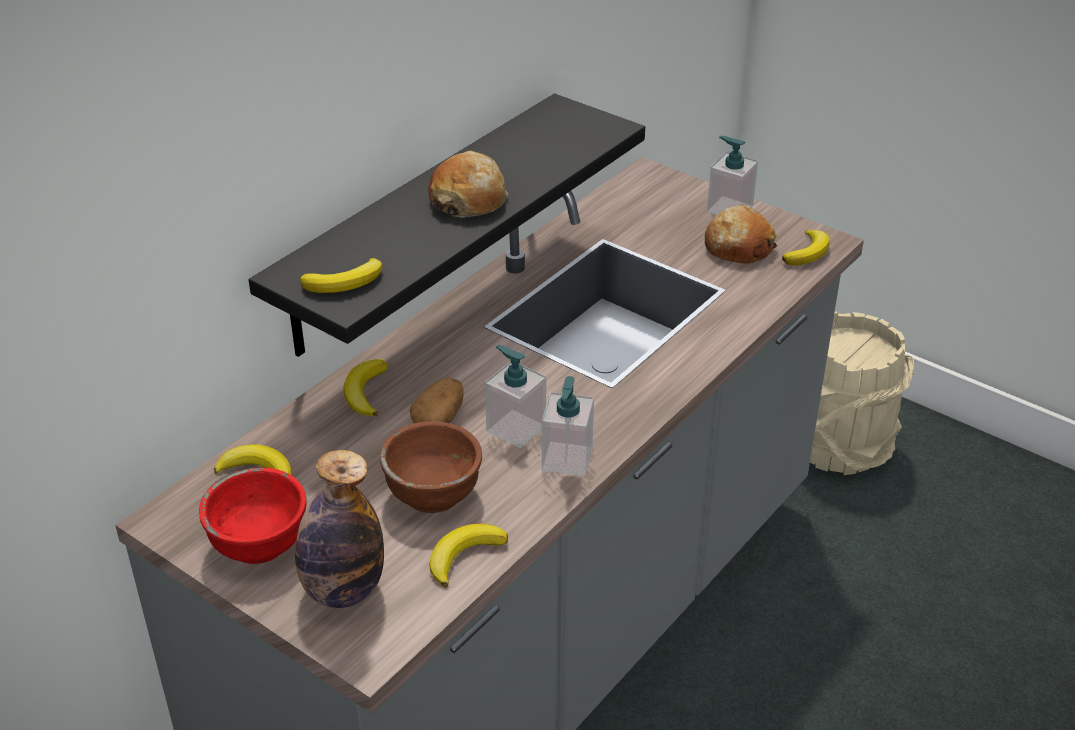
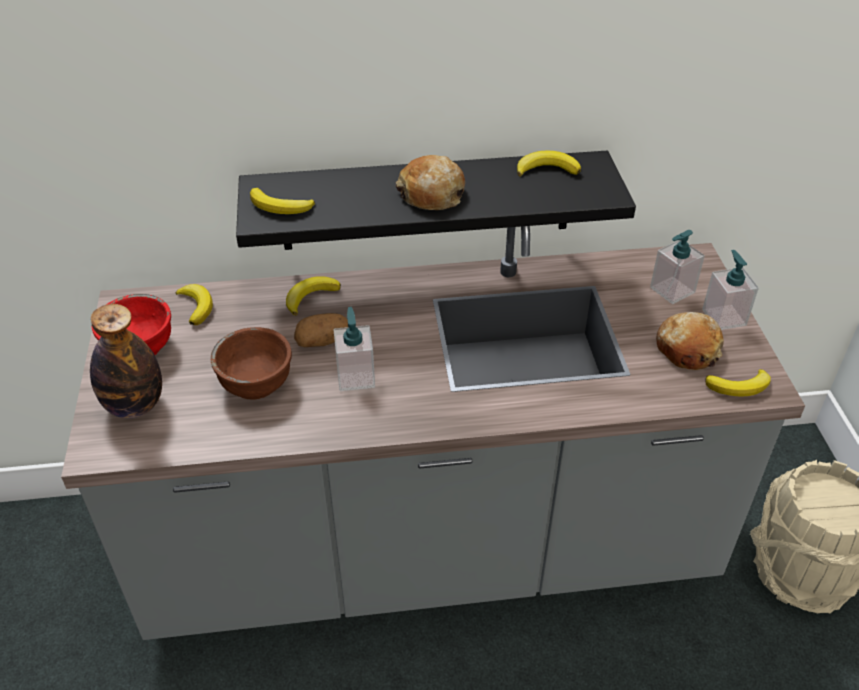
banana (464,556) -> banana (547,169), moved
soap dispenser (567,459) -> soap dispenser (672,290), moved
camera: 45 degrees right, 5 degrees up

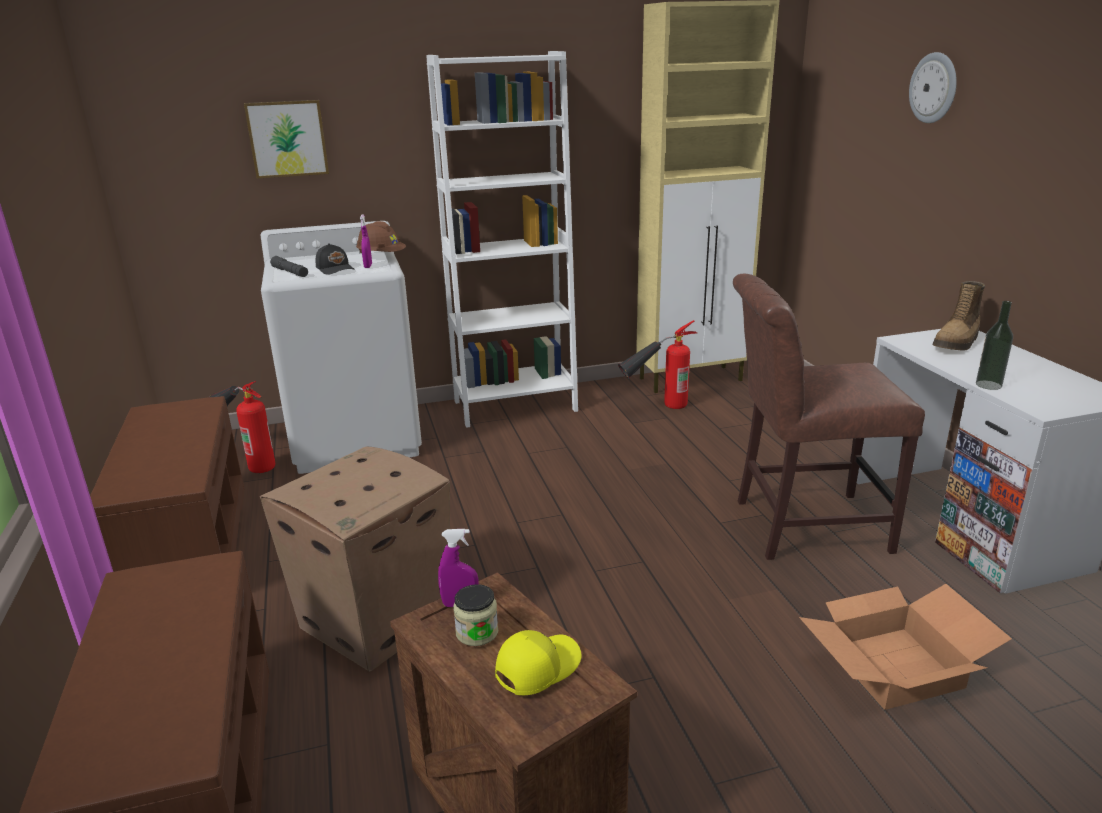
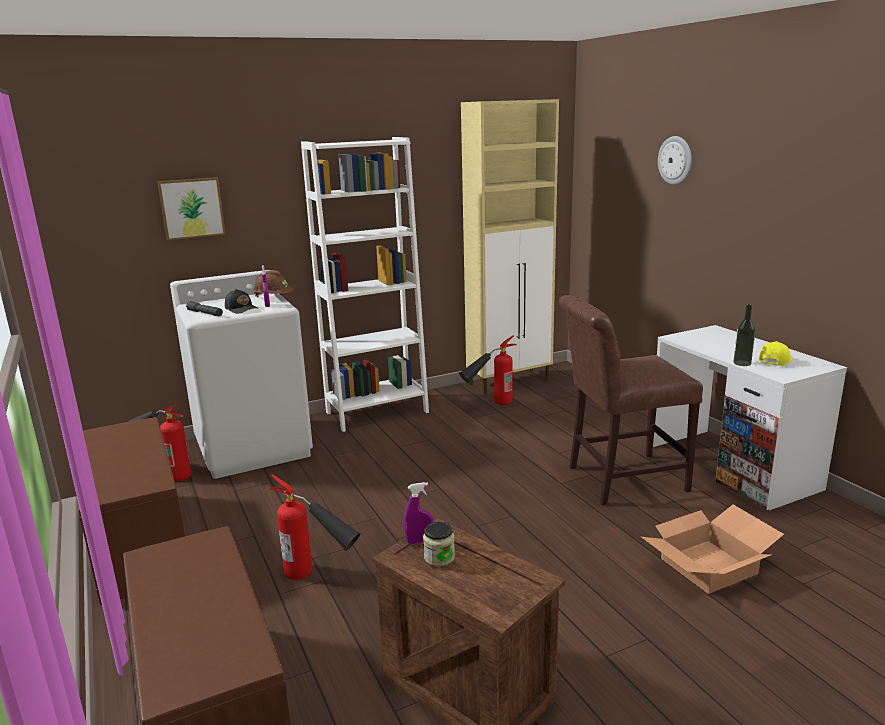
boot (956,343) -> none
cap/yellow (536,667) -> cap/yellow (774,360), moved
cardboard box (377,620) -> fire extinguisher (319,579)
camera: 10 degrees left, 5 degrees down

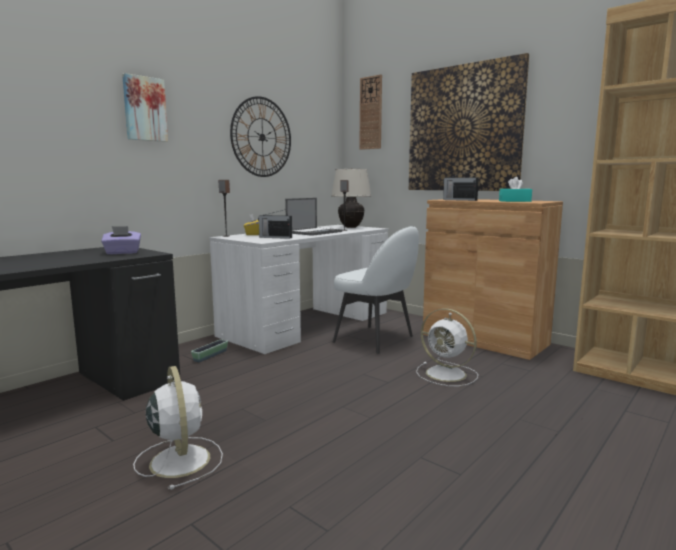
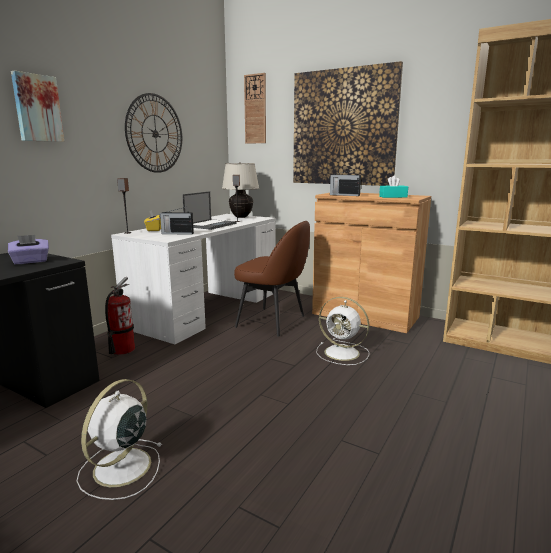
planter (210,356) -> fire extinguisher (122,350)
chair/white (375,339) -> chair/brown (272,322)
fan/white (179,459) -> fan/white (120,469), 120 degrees counterclockwise
camera: 10 degrees left, 5 degrees up

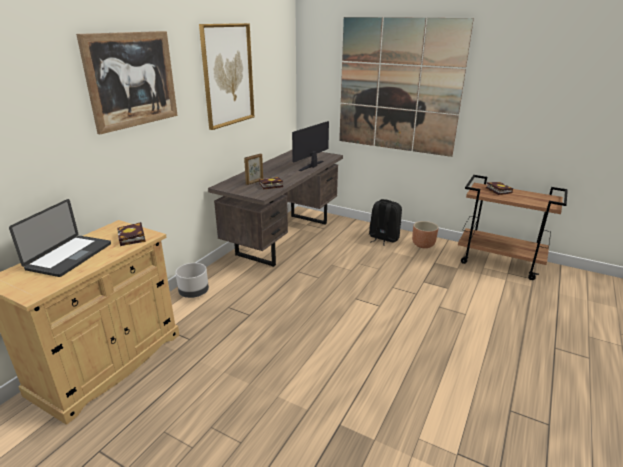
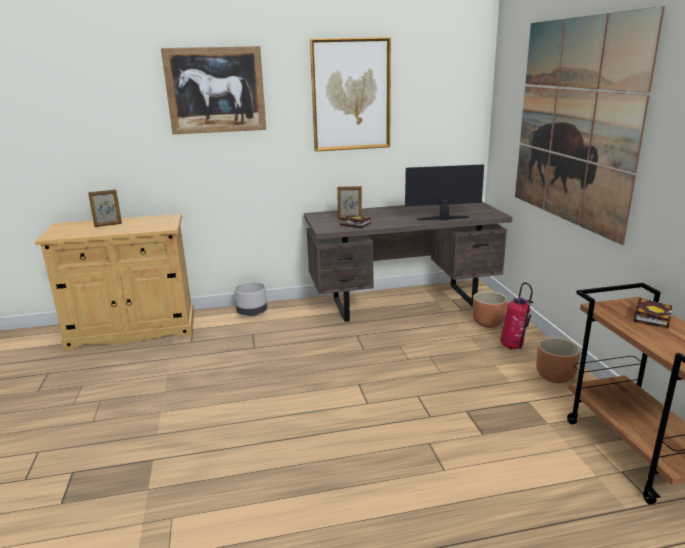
book (132,238) -> none
none -> planter/brown (487,323)
laptop (70,256) -> picture frame (108,225)
backpack/black (383,238) -> fire extinguisher (513,347)
camera: 50 degrees right, 5 degrees down

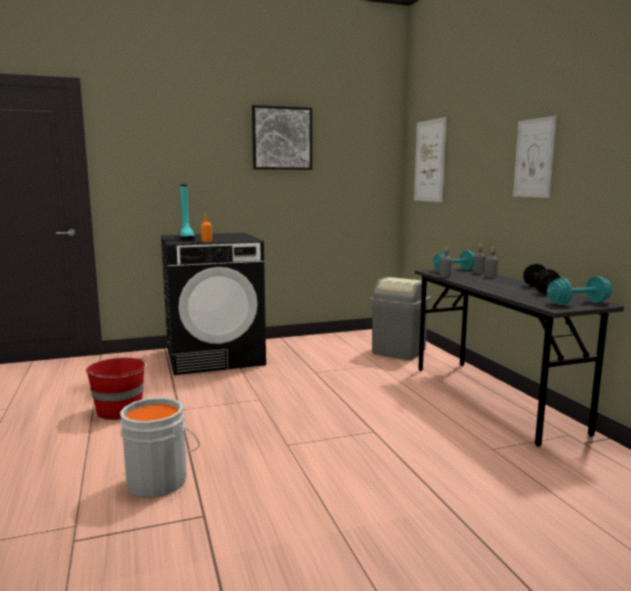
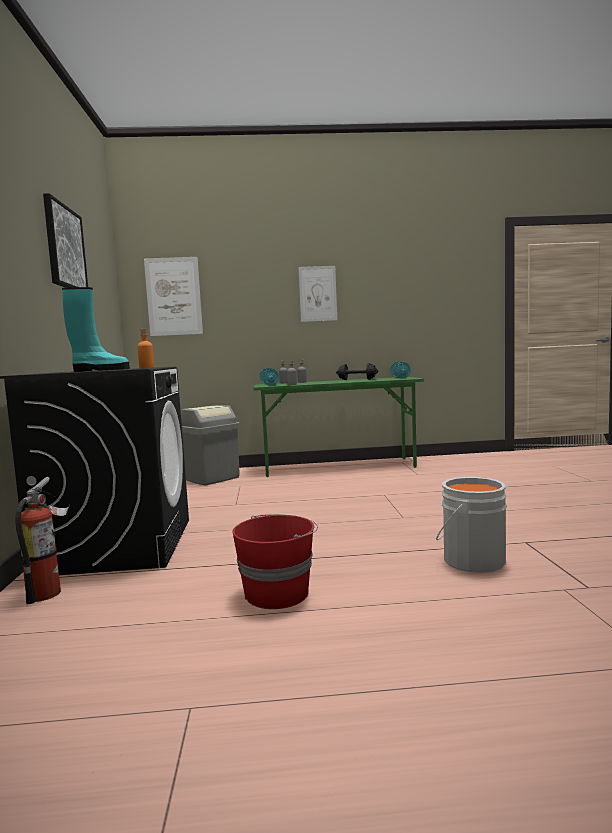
none -> fire extinguisher (49,592)
desk/grey (494,398) -> desk/green (339,467)
camera: 75 degrees left, 5 degrees down

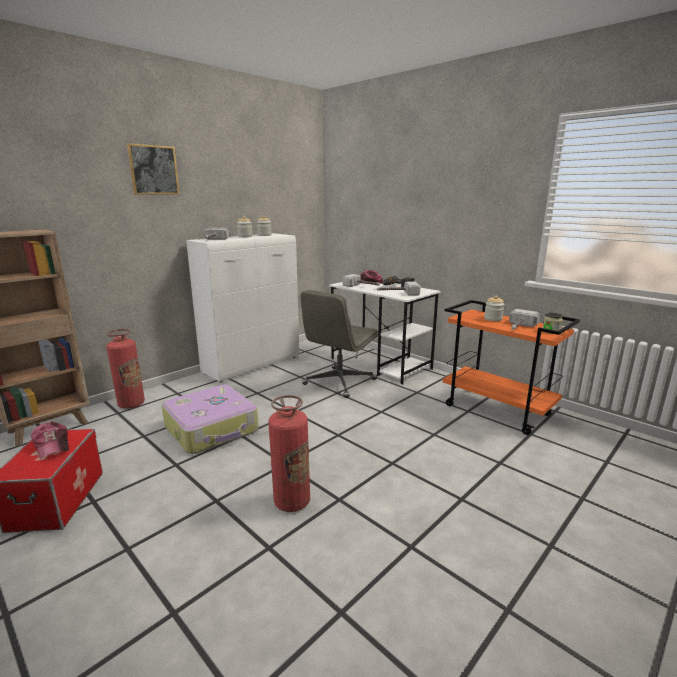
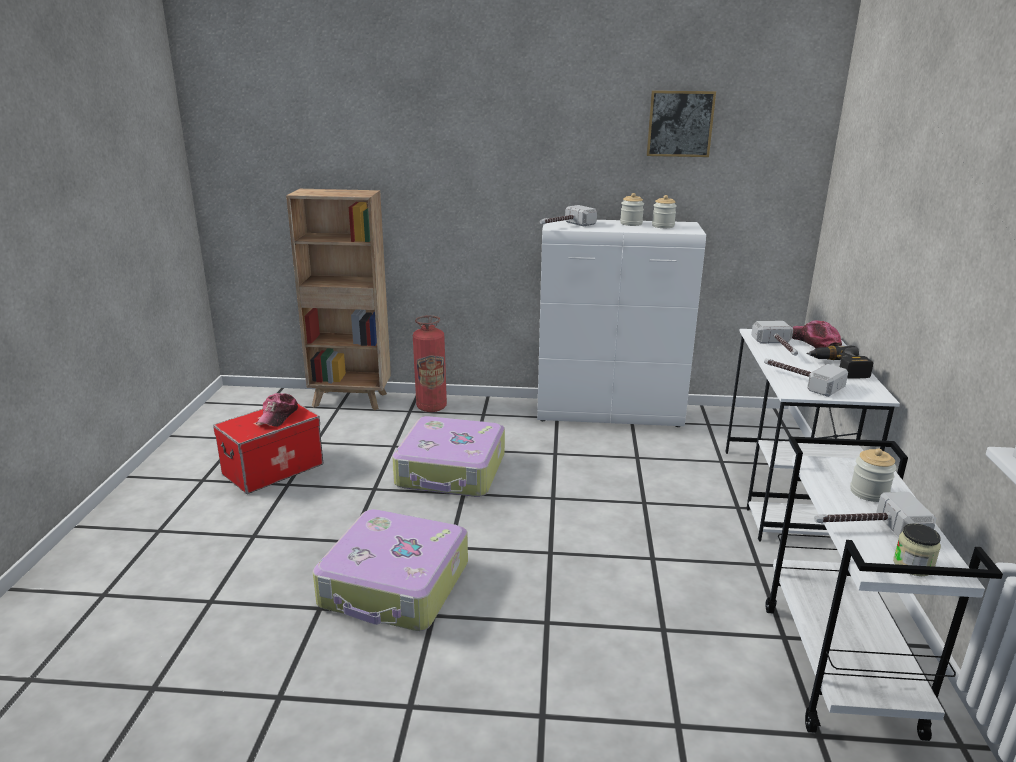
office chair/grey (339,382) -> none
picture (153,170) -> picture (680,123), moved
fire extinguisher (292,502) -> suitcase (395,586)
cart/orange (498,410) -> cart/white (840,669)
camera: 50 degrees right, 5 degrees up

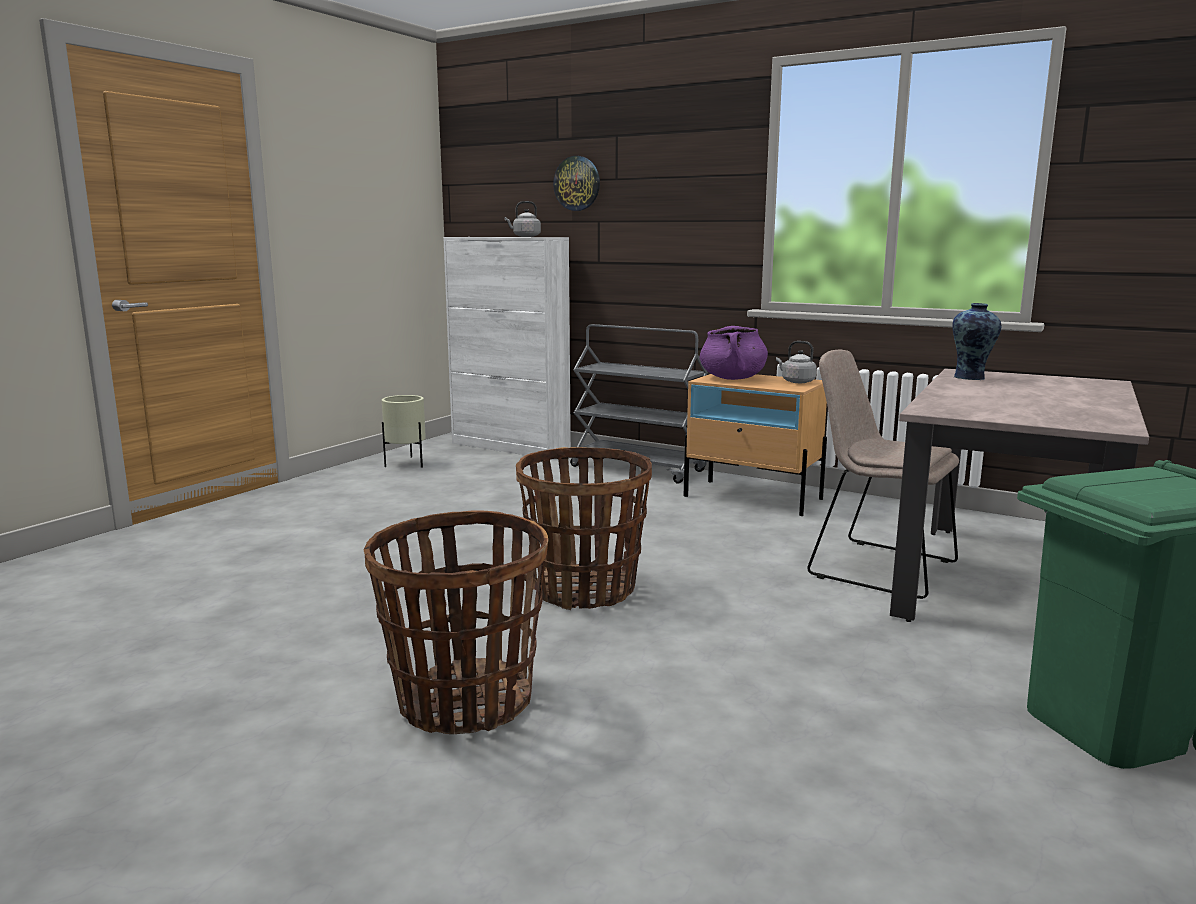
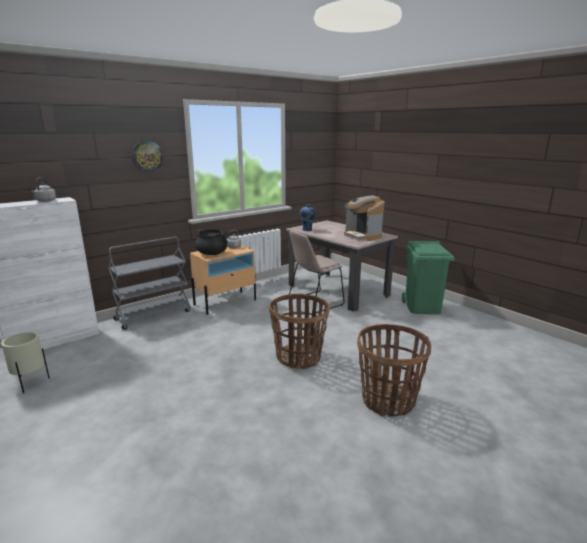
none -> coffee machine (362,236)
wall clock (577,183) -> wall clock (147,156), moved
cooking pot/purple (732,378) -> cooking pot/black (212,254)
camera: 70 degrees left, 5 degrees up

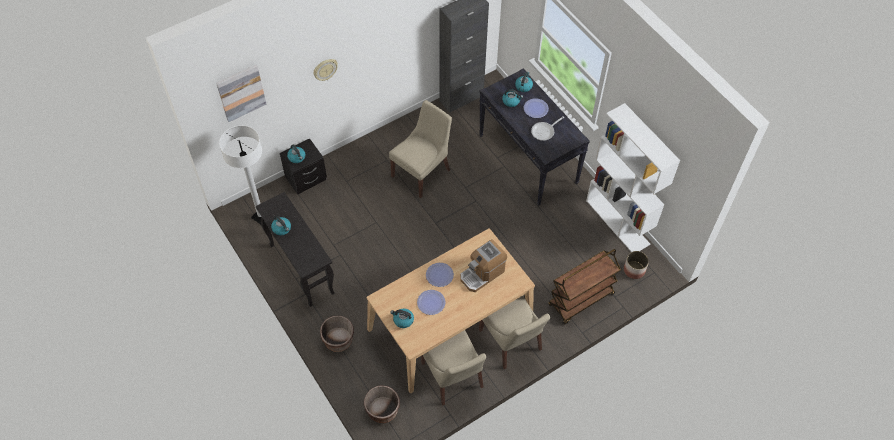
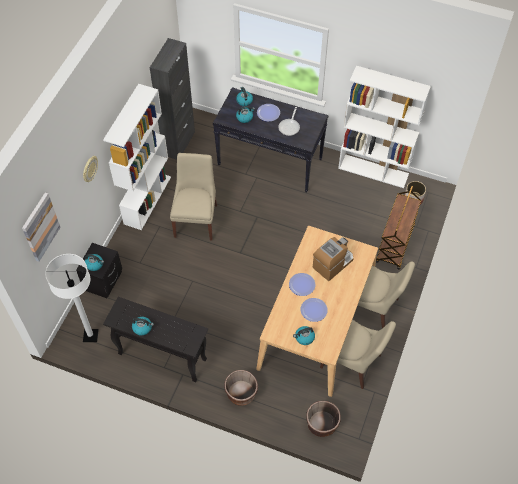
none -> bookcase/white (147,199)
coffee machine (482,274) -> coffee machine (333,263), 150 degrees counterclockwise
camera: 35 degrees left, 0 degrees up

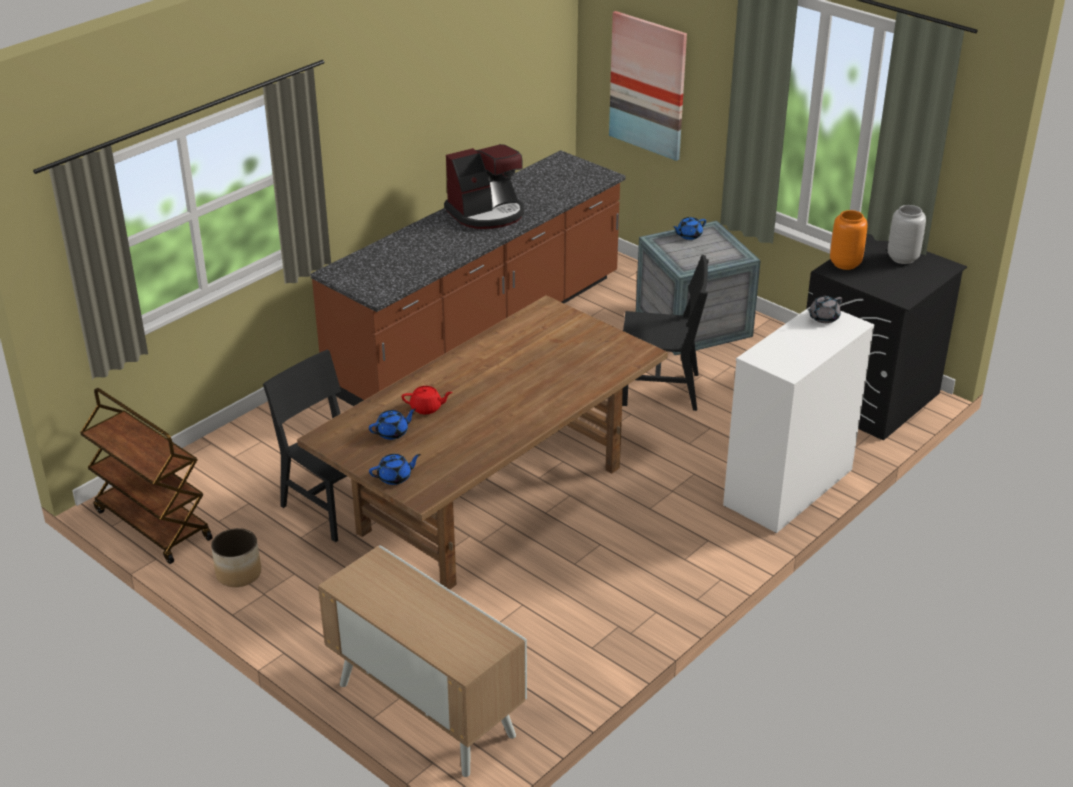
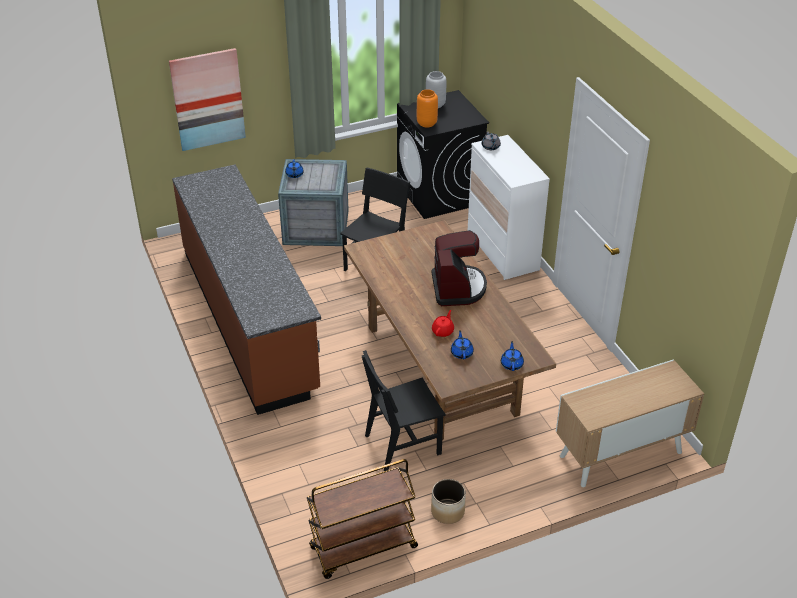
coffee machine (487,213) -> coffee machine (458,288), moved
camera: 65 degrees left, 5 degrees up

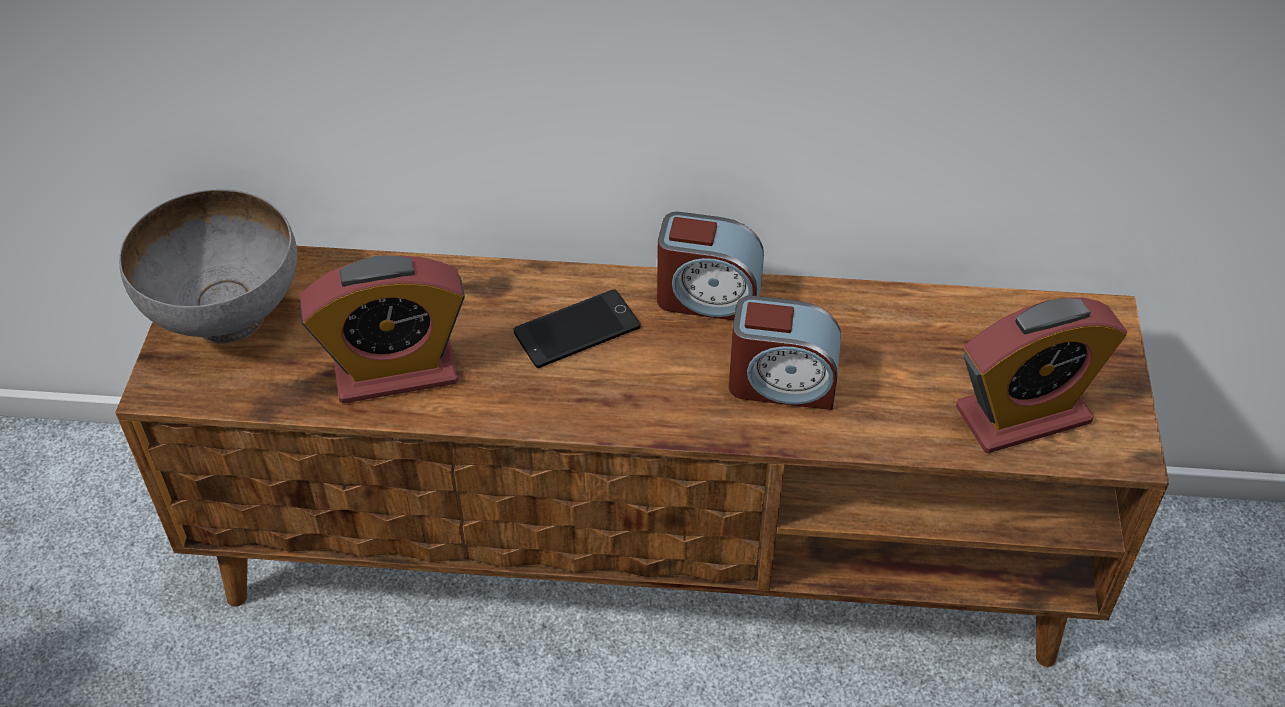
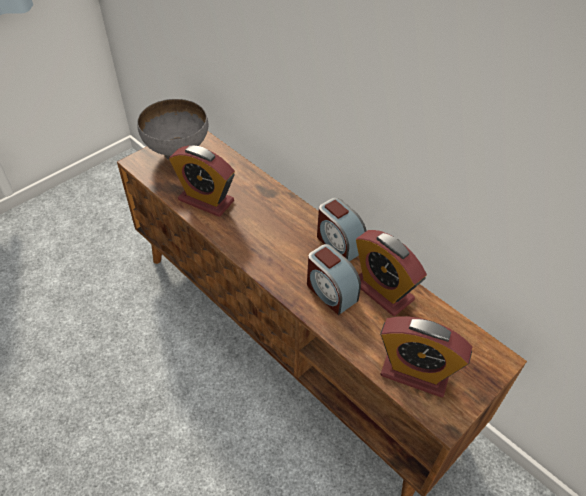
phone (577,330) -> none
none -> alarm clock (382,291)
camera: 40 degrees right, 0 degrees up

